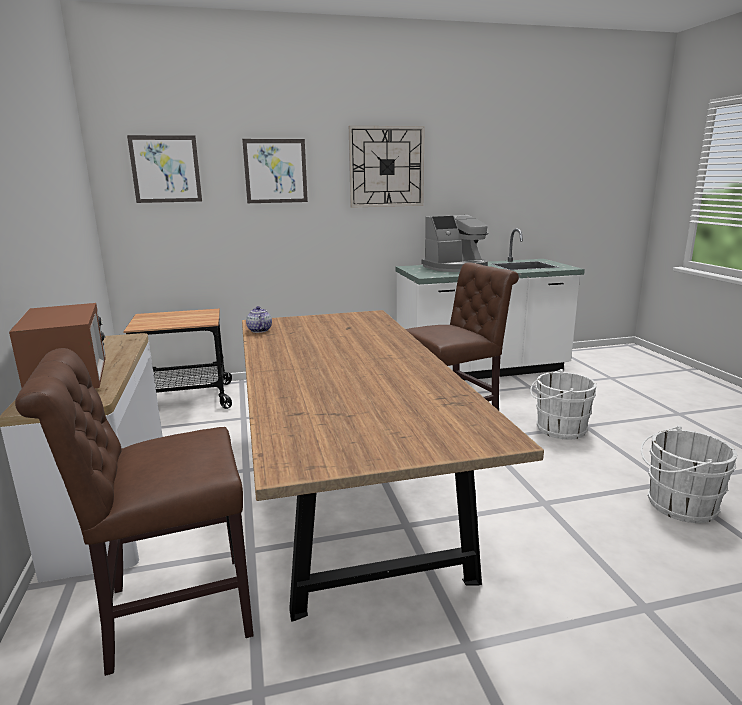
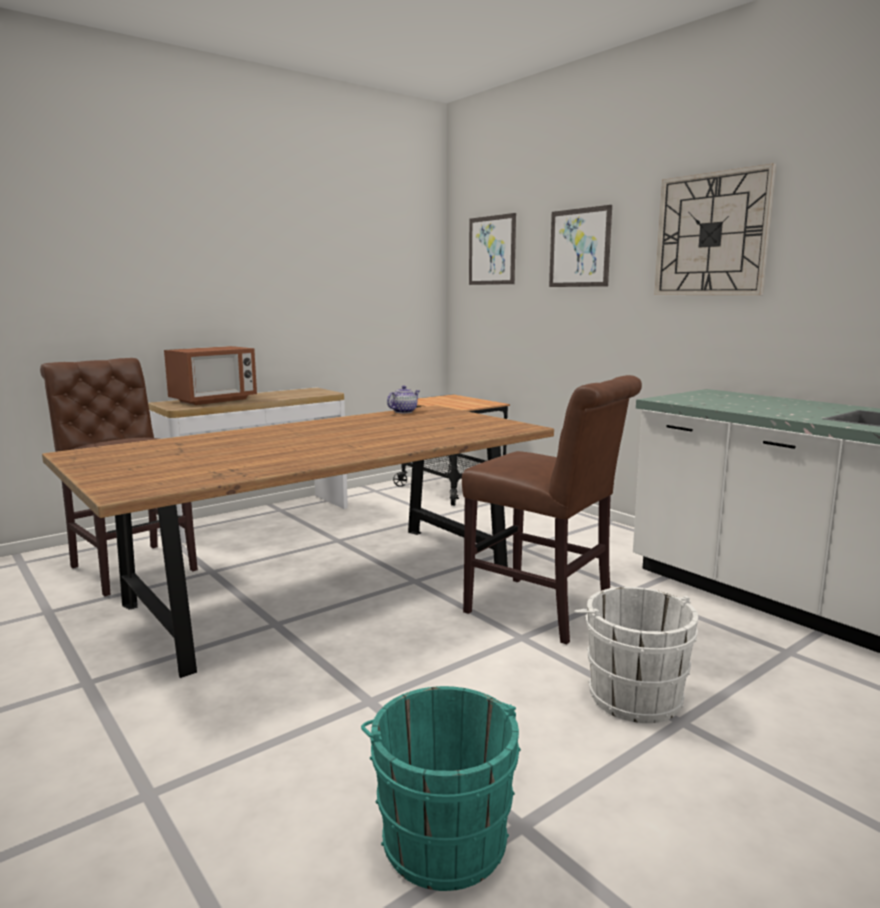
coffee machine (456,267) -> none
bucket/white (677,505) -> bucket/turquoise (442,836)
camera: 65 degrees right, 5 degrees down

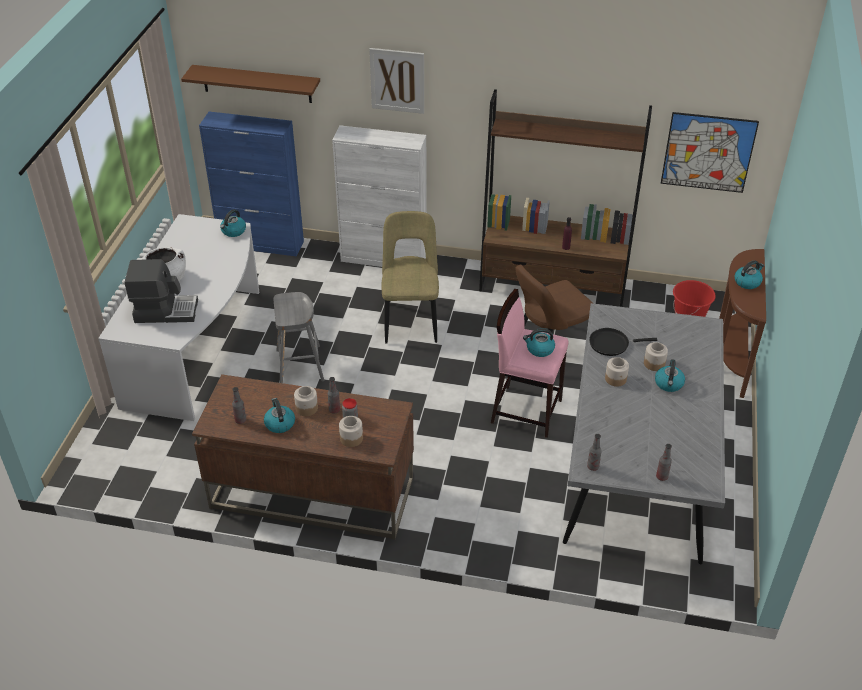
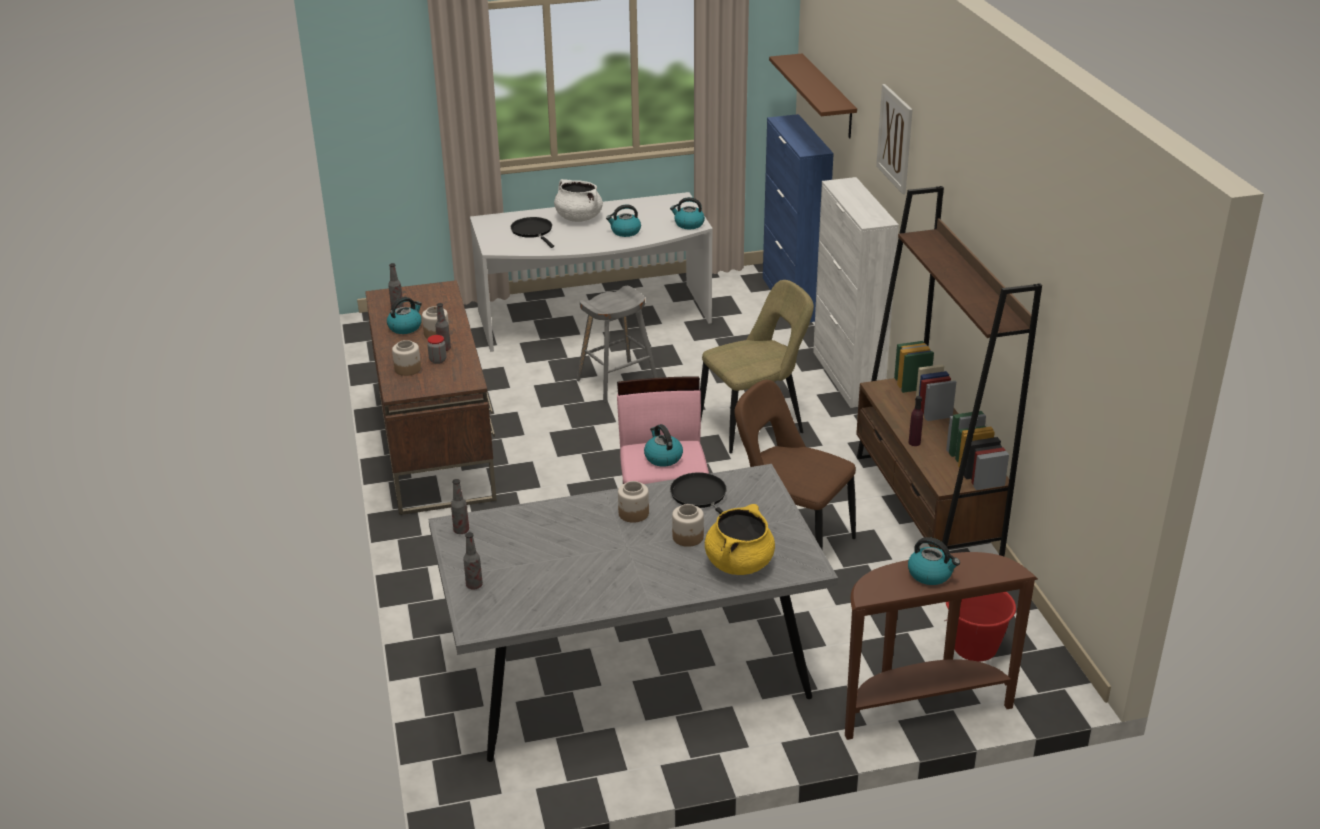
picture (708,152) -> none
none -> cooking pot/yellow (739,563)
kettle (669,384) -> kettle (625,232), moved
coffee machine (165,311) -> frying pan/black (533,231)
camera: 65 degrees right, 10 degrees down

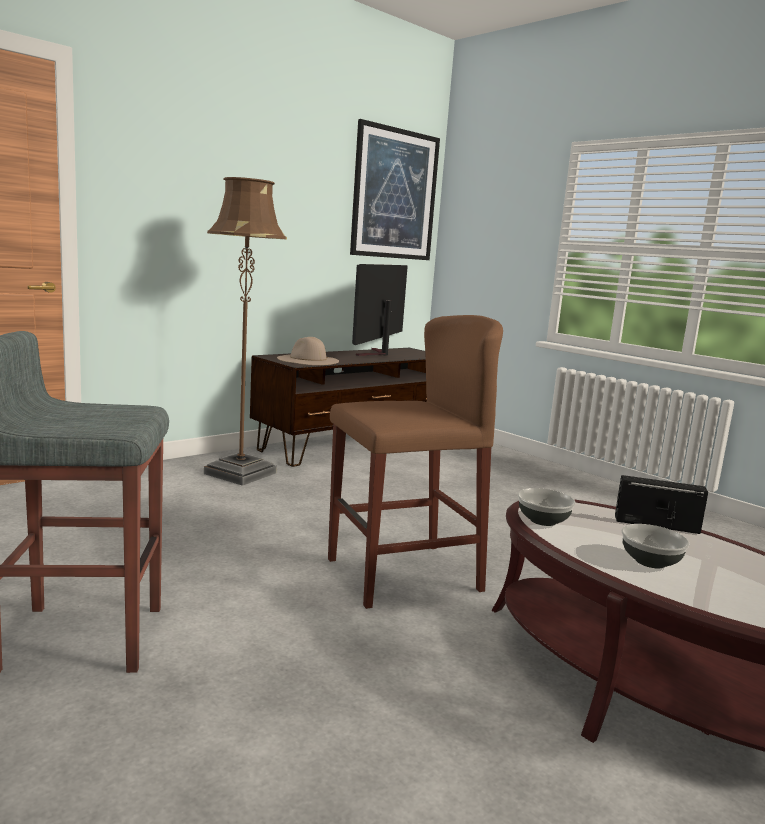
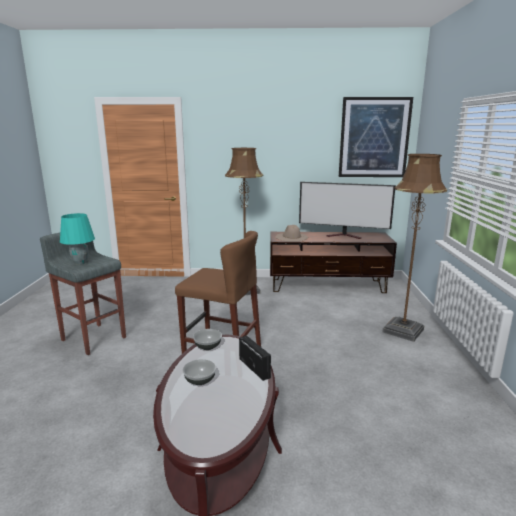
none -> table lamp/turquoise (81,263)
none -> floor lamp/brown (403,331)
television (376,354) -> television (345,236), 135 degrees counterclockwise
camera: 45 degrees right, 5 degrees up

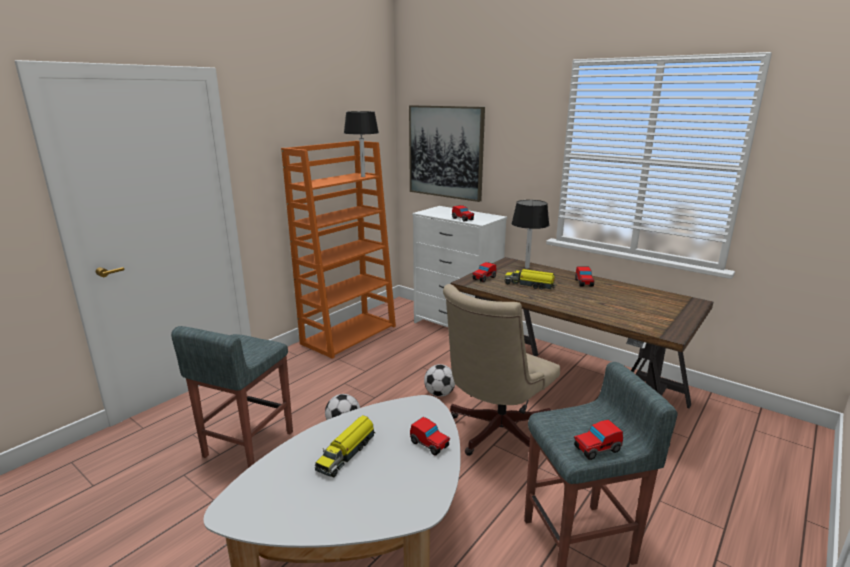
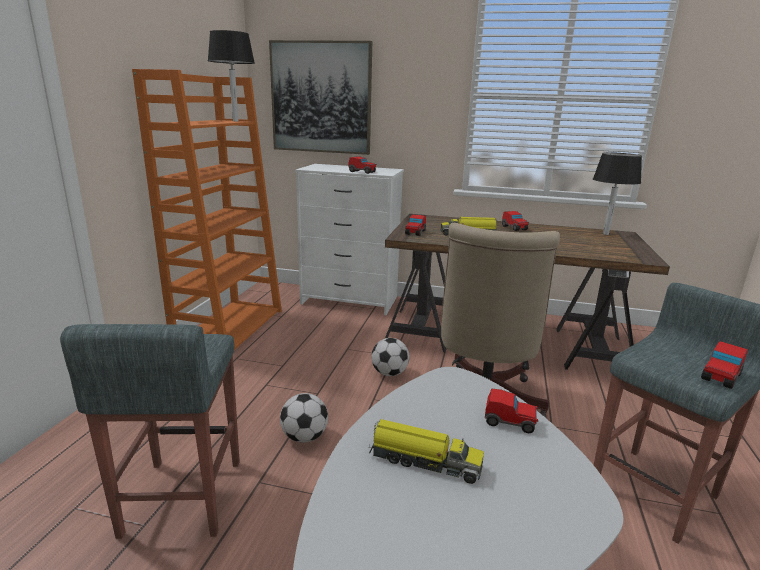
table lamp/black (527,267) -> table lamp/black (606,234), moved
toy truck (347,453) -> toy truck (424,461), 75 degrees counterclockwise
camera: 25 degrees left, 0 degrees up

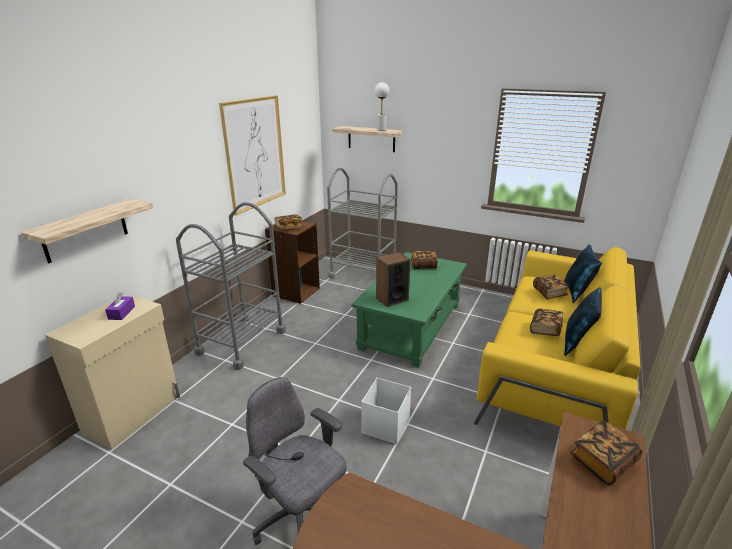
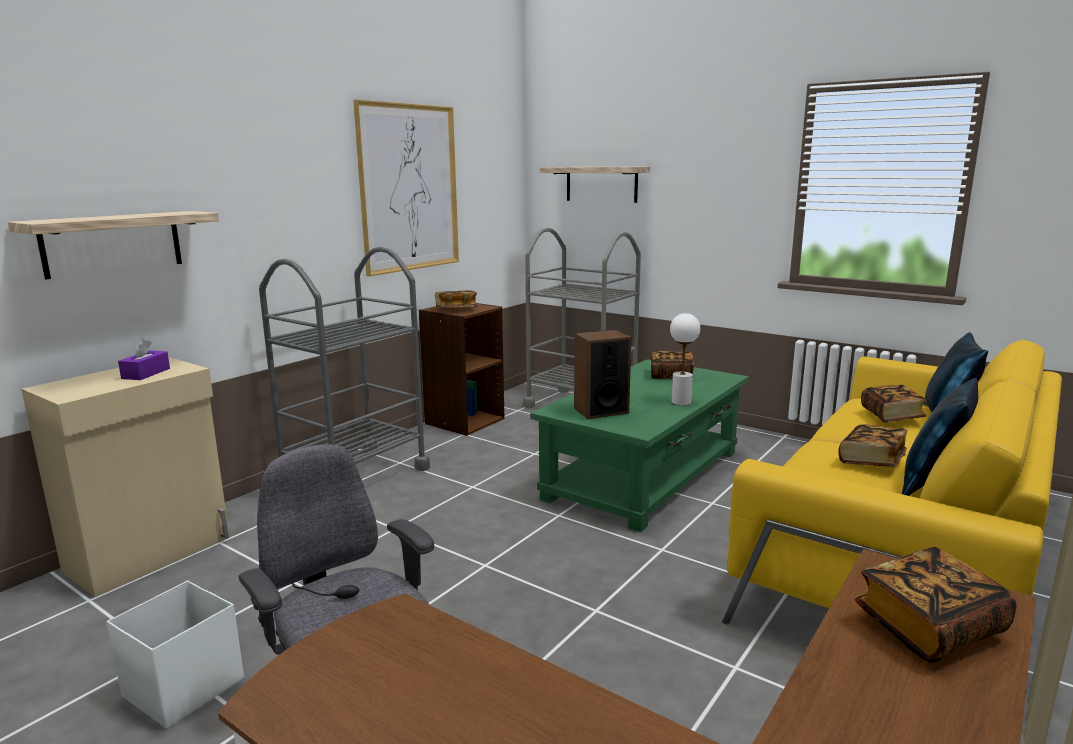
storage box/white (385,426) -> storage box/white (182,688), moved
table lamp/white (381,130) -> table lamp/white (681,402), moved
camera: 10 degrees right, 10 degrees down

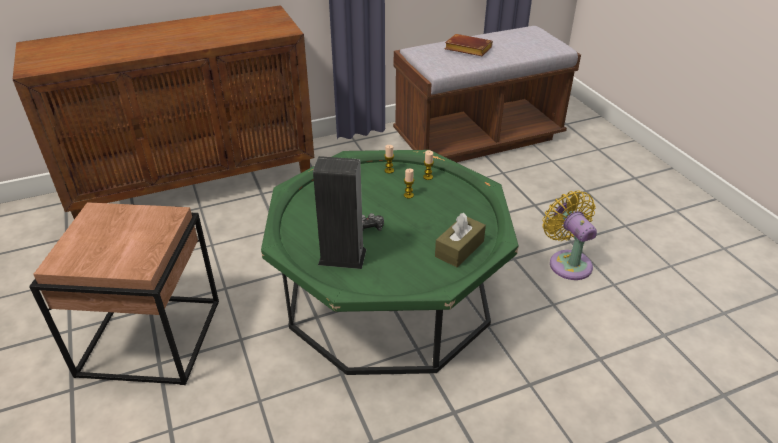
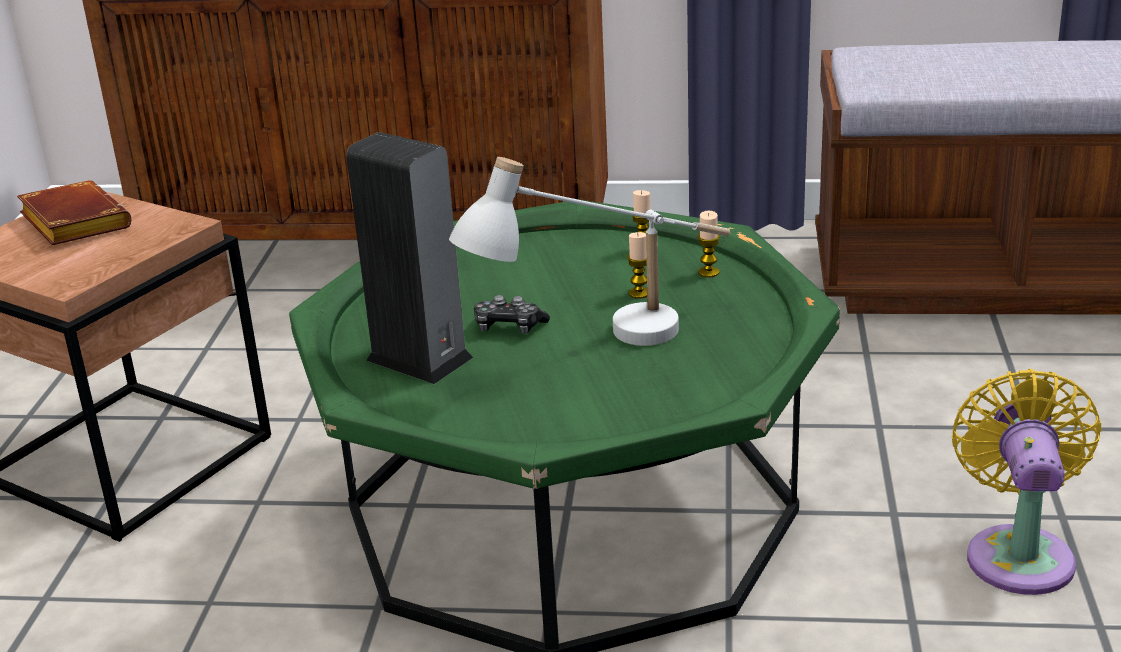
tissue box/brown (459,249) -> none
none -> table lamp/white (604,345)
book/brown (466,49) -> book/brown (71,223), moved
camera: 30 degrees right, 10 degrees down

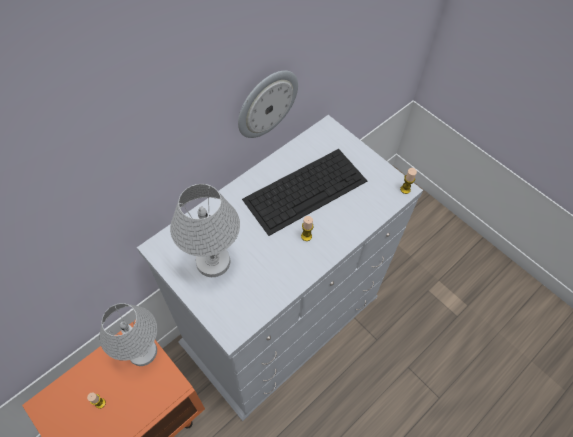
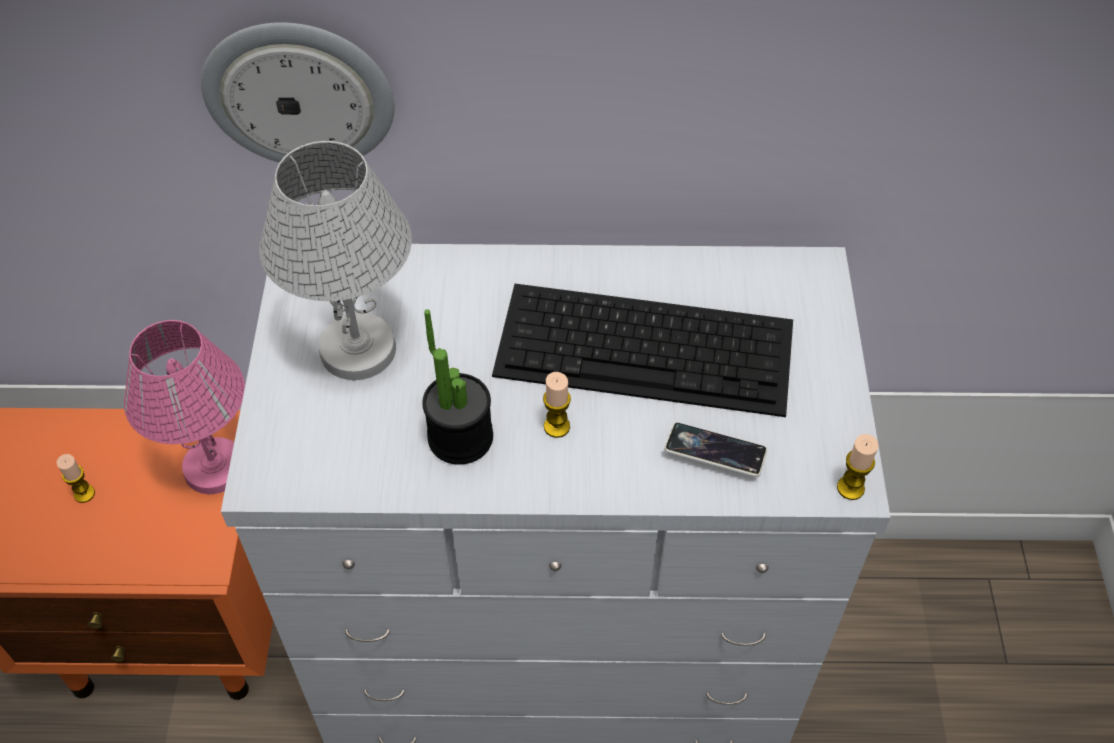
none -> potted plant (460,437)
none -> phone (715,453)
wall clock (266,103) -> wall clock (299,94), moved
table lamp/white (143,352) -> table lamp/pink (214,469)
camera: 45 degrees right, 5 degrees down

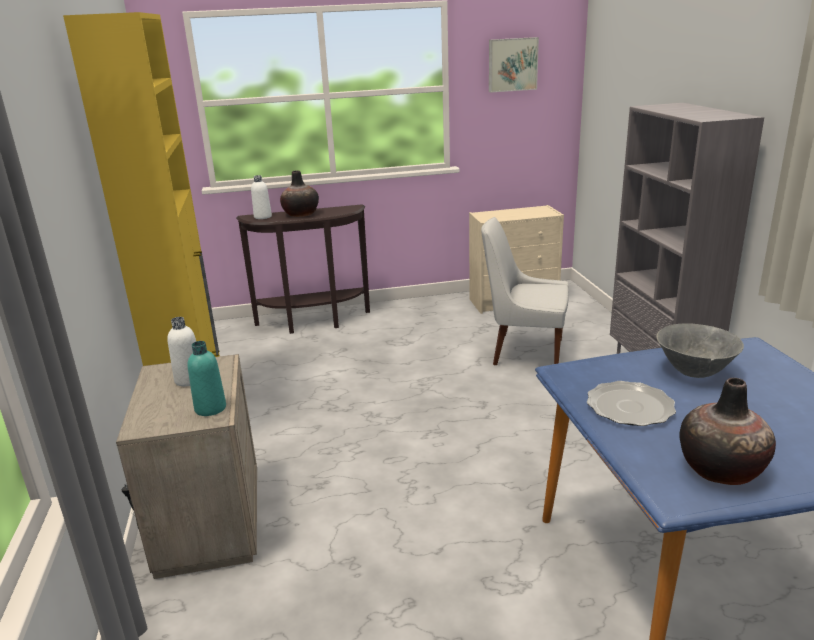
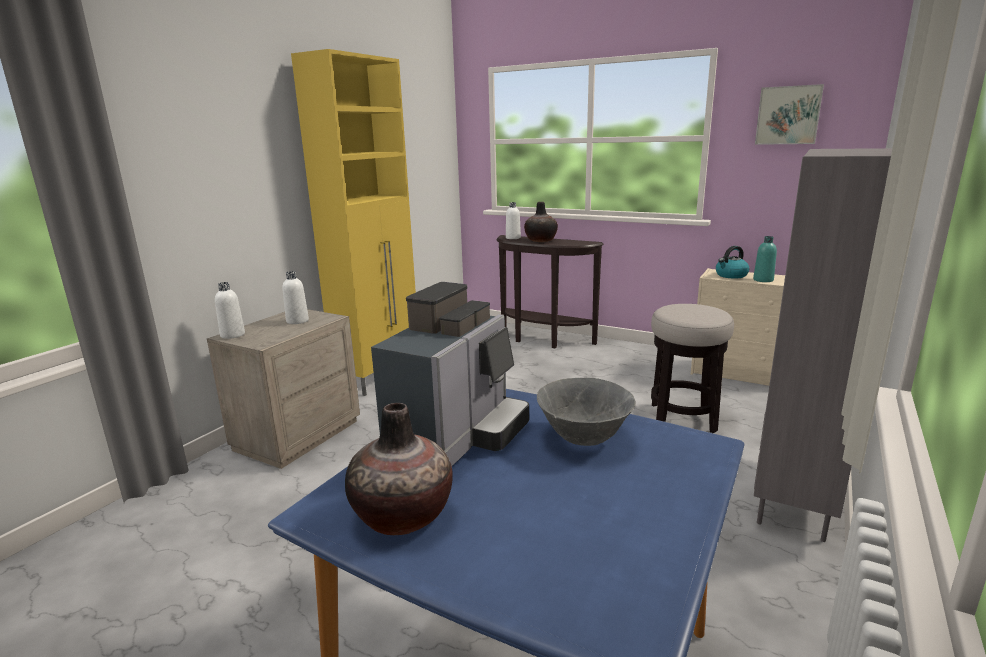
none -> bottle/white (232,335)
none -> kettle (731,275)
bottle/turquoise (210,408) -> bottle/turquoise (763,280), moved
chair/white (524,351) -> stool (683,418)
plate (629,407) -> coffee machine (458,436)
camera: 40 degrees right, 5 degrees down

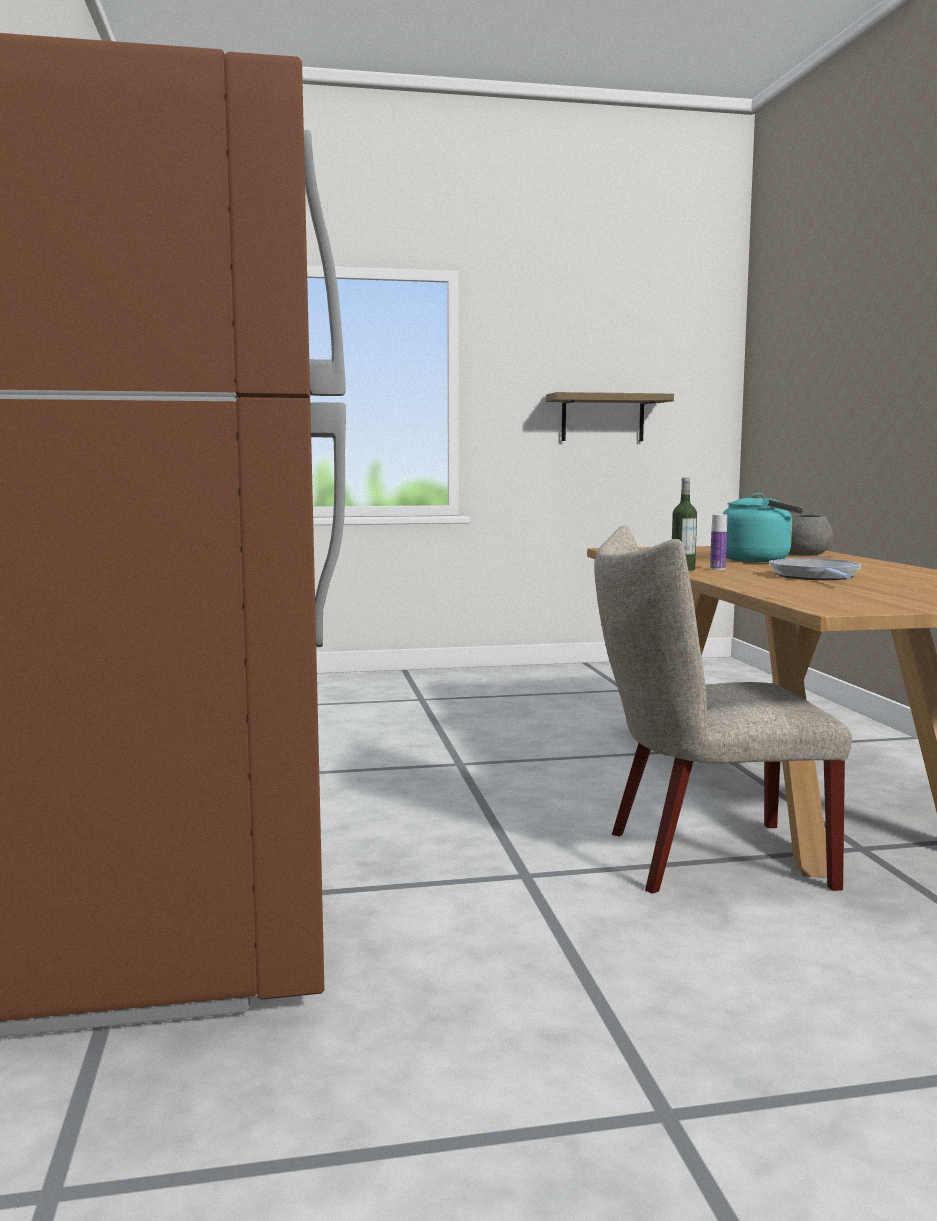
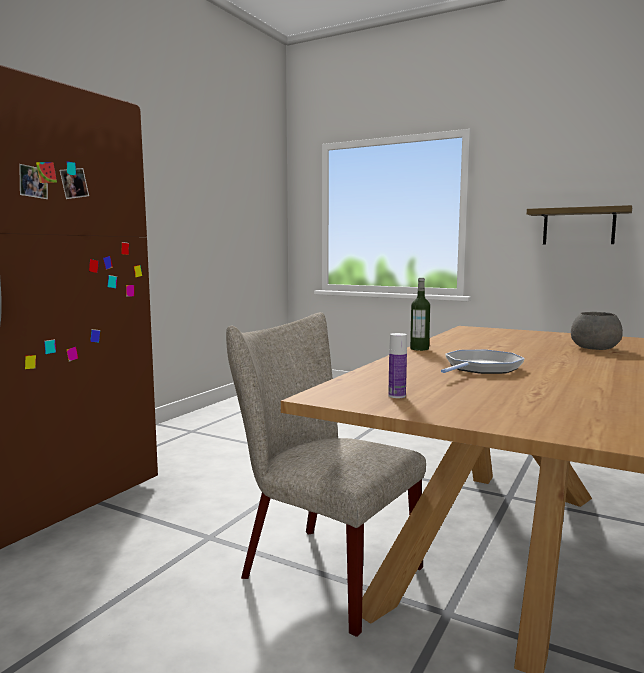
kettle/turquoise (759,560) -> none
bottle (717,569) -> bottle (397,396), moved
camera: 40 degrees right, 0 degrees up

